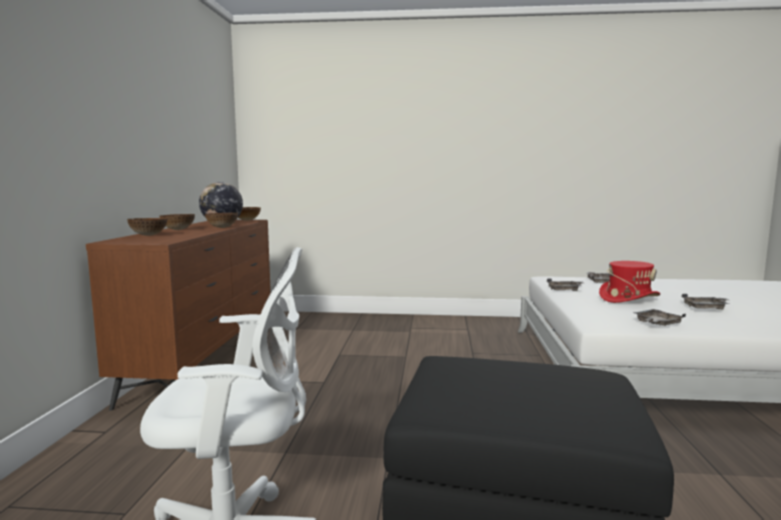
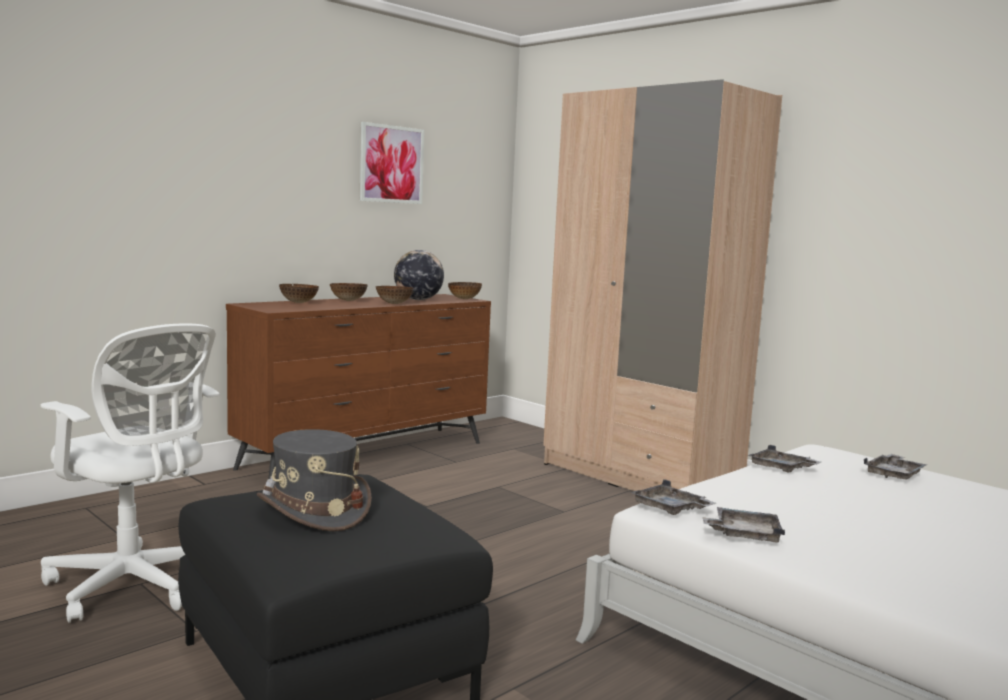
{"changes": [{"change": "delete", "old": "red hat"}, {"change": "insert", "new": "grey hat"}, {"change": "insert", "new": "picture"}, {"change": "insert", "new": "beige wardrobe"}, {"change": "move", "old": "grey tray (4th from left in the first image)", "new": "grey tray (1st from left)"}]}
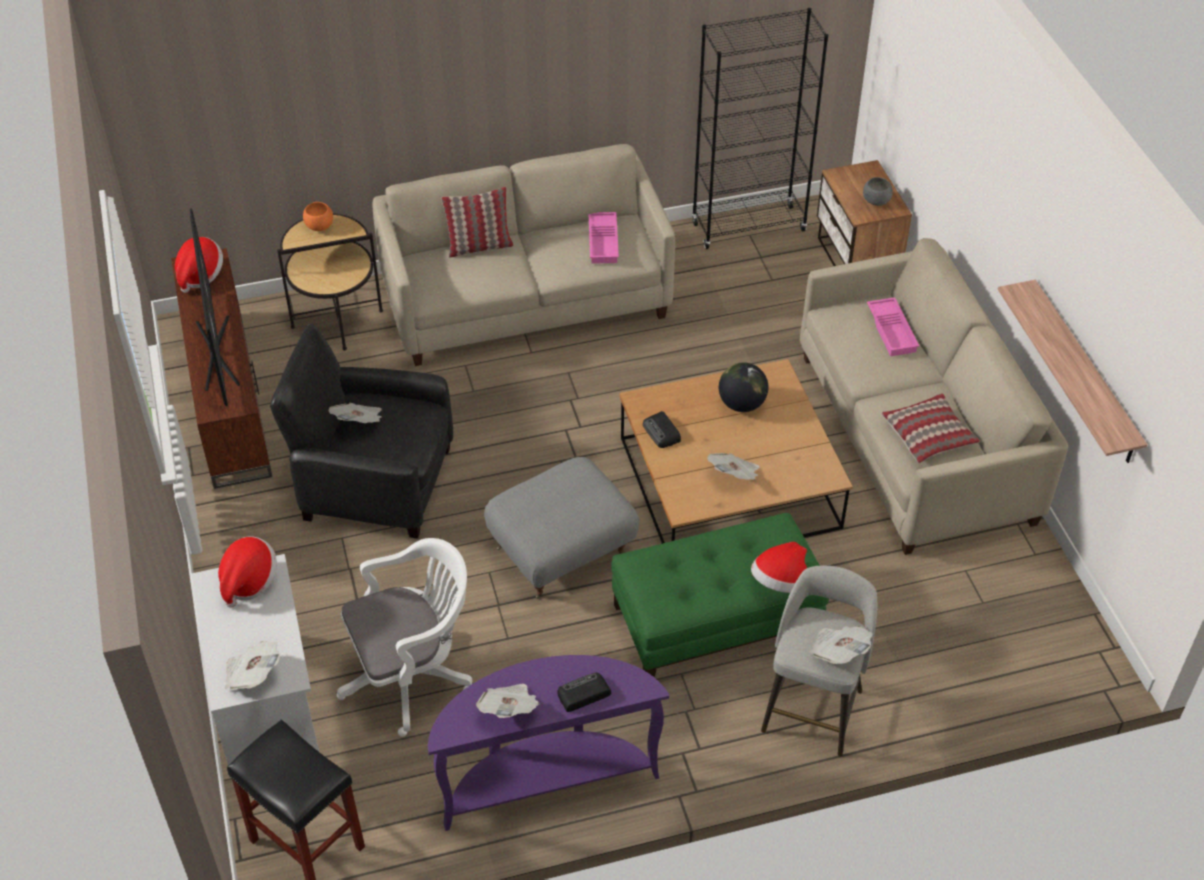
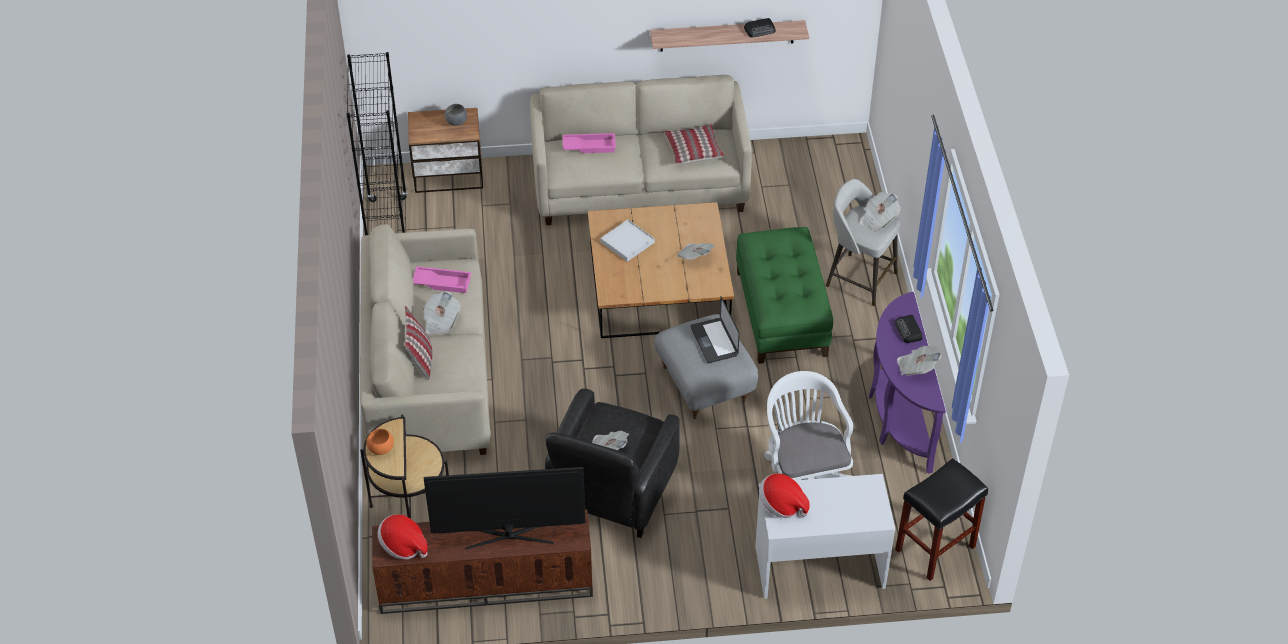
{"changes": [{"change": "delete", "old": "hat (3rd from left)"}, {"change": "insert", "new": "laptop"}, {"change": "move", "old": "newspaper (1st from left)"}, {"change": "move", "old": "radio (2nd from left in the first image)", "new": "radio (1st from left)"}, {"change": "replace", "old": "globe", "new": "white tray"}]}
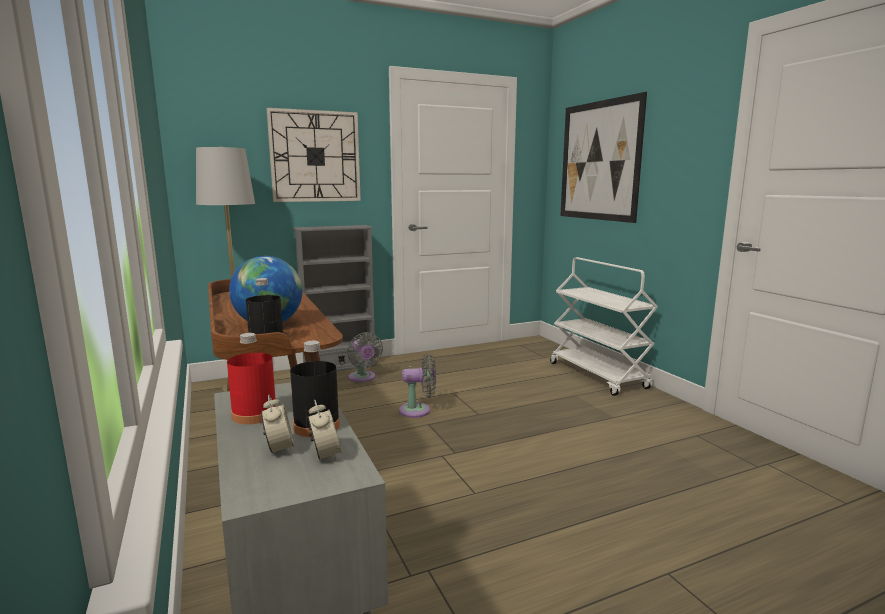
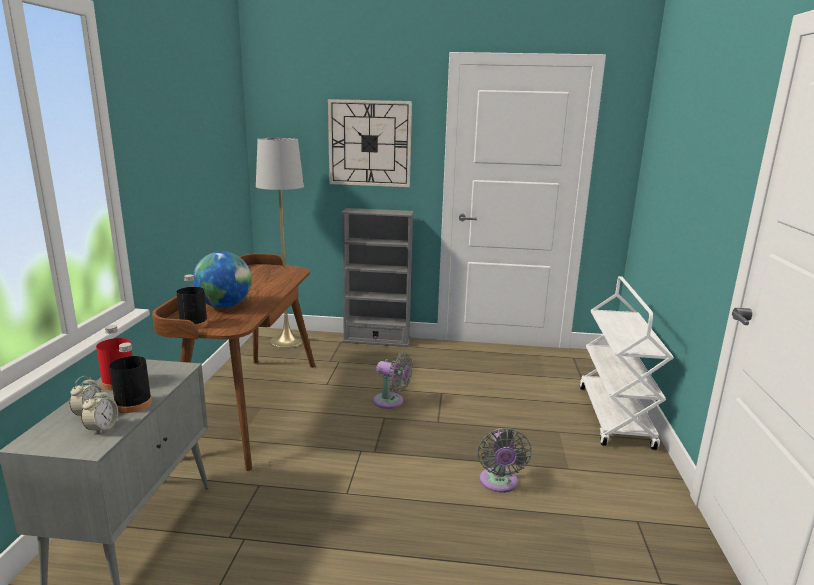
{"changes": [{"change": "delete", "old": "picture"}, {"change": "move", "old": "grey fan (1st from left in the first image)", "new": "grey fan (2nd from left)"}]}
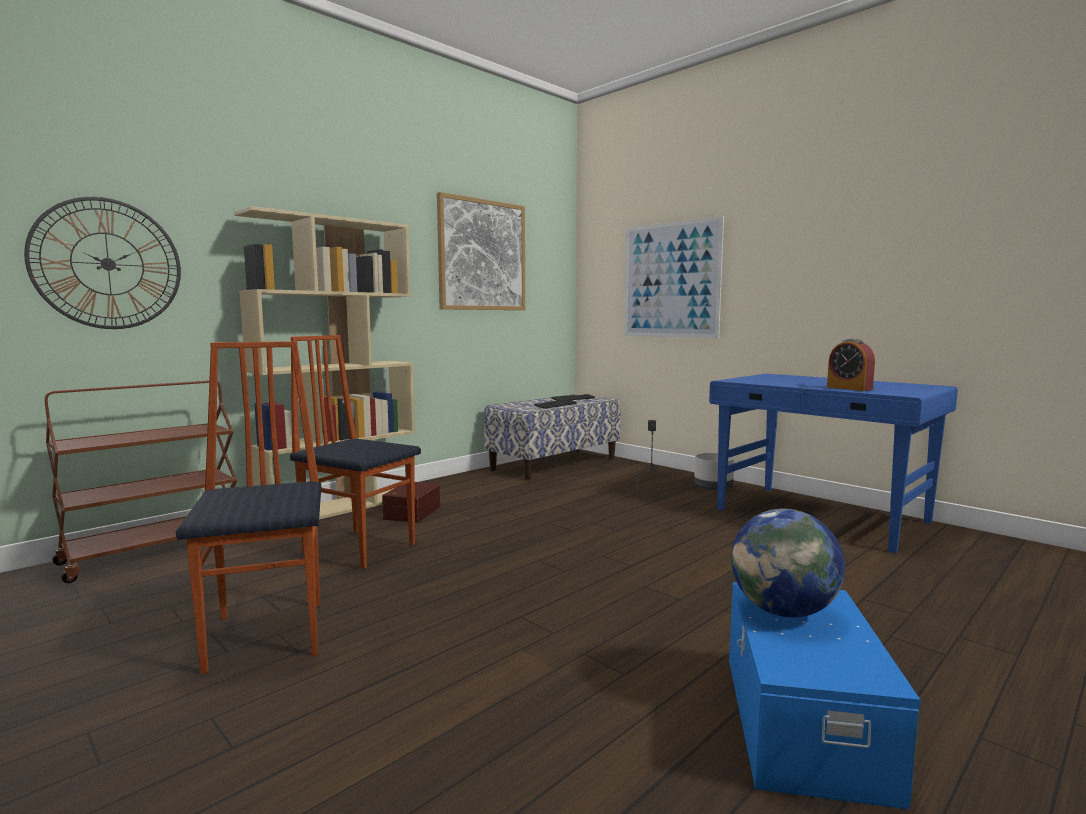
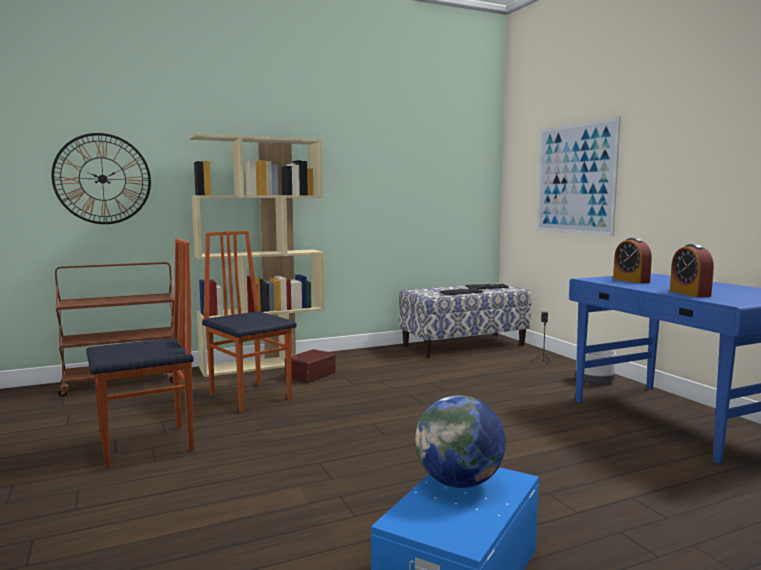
{"changes": [{"change": "delete", "old": "picture (1st from left)"}, {"change": "insert", "new": "alarm clock (1st from left)"}, {"change": "rotate", "old": "chair (1st from left)", "degrees": 60}]}
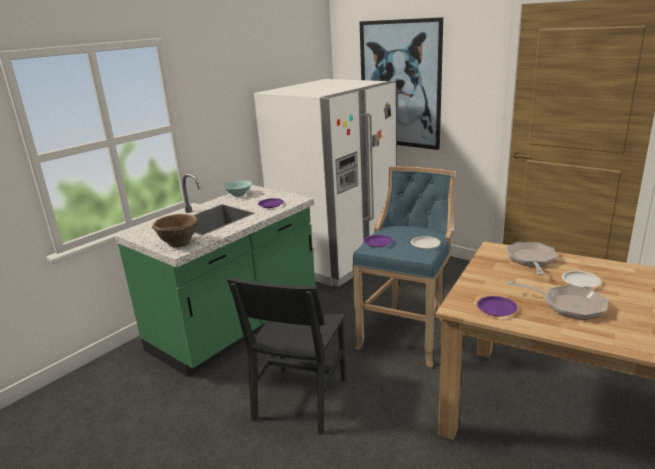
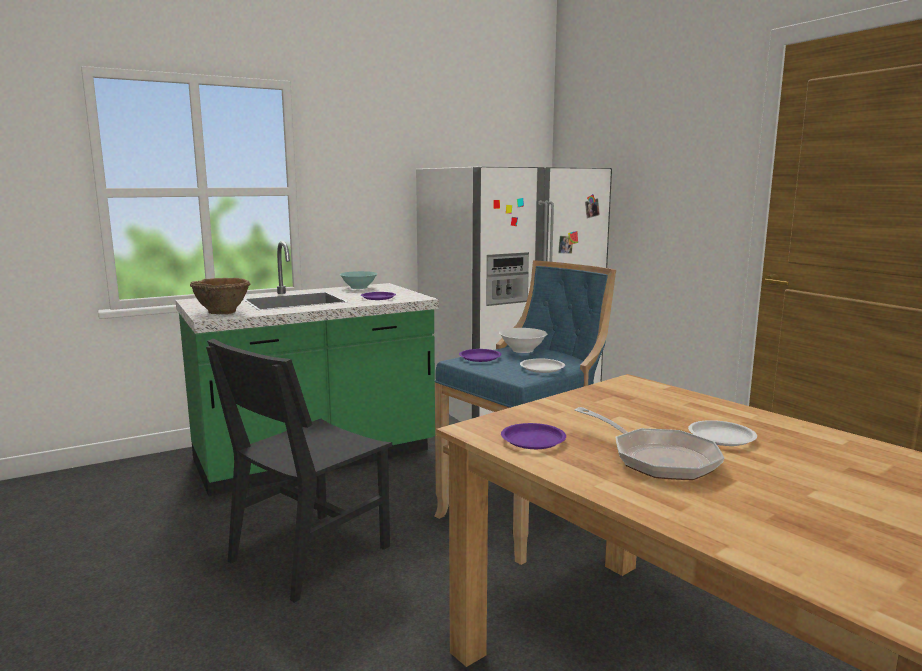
{"changes": [{"change": "delete", "old": "picture"}, {"change": "delete", "old": "frying pan (1st from left)"}, {"change": "insert", "new": "white bowl"}]}
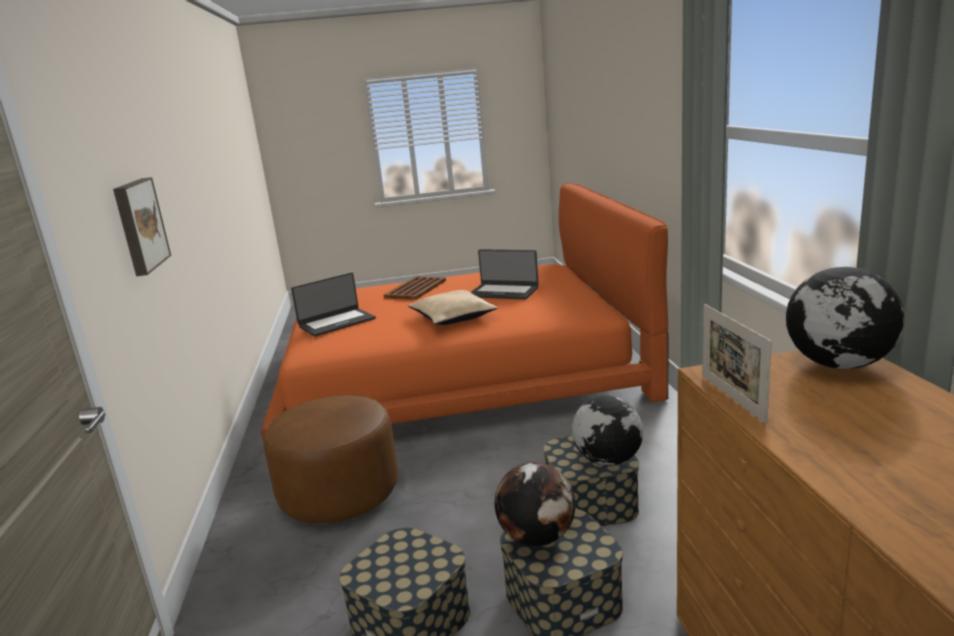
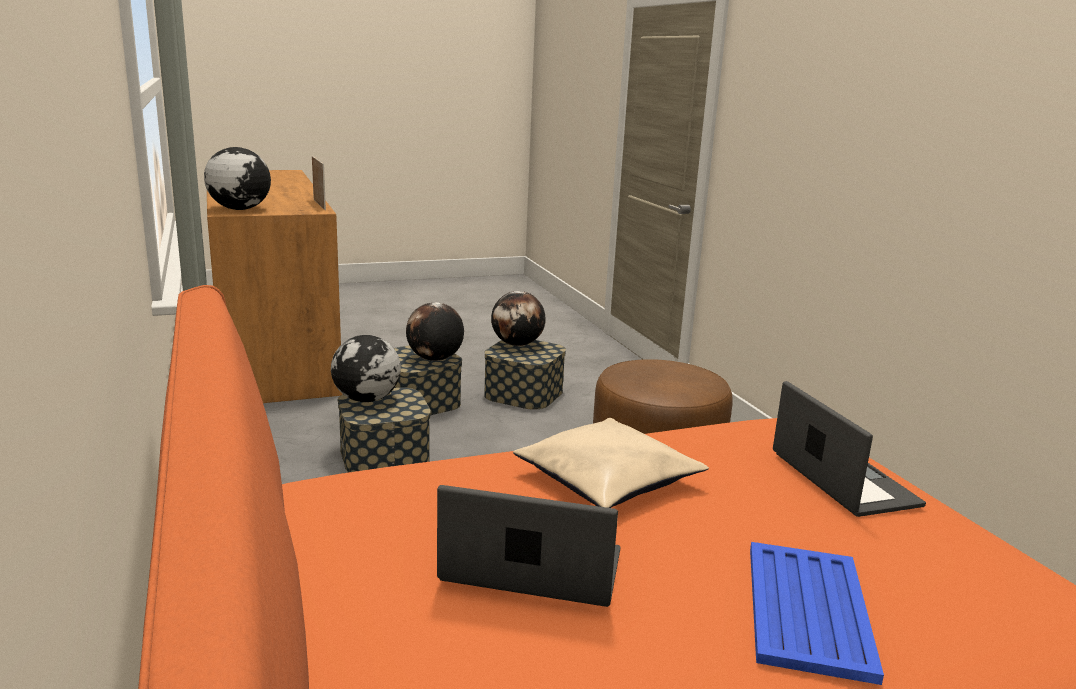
{"changes": [{"change": "delete", "old": "picture"}, {"change": "insert", "new": "globe (4th from left)"}, {"change": "recolor", "old": "brown tray", "new": "blue tray"}, {"change": "rotate", "old": "laptop (1st from left in the first image)", "degrees": 120}]}
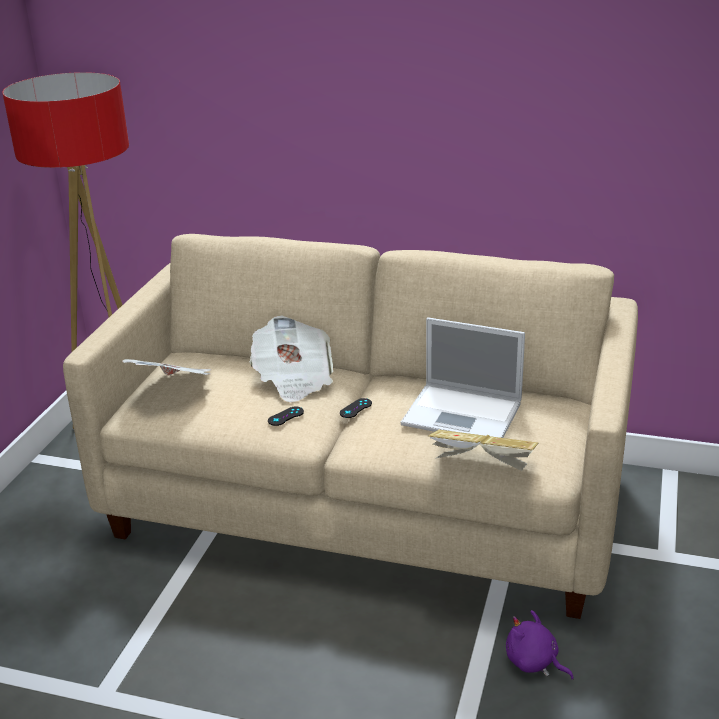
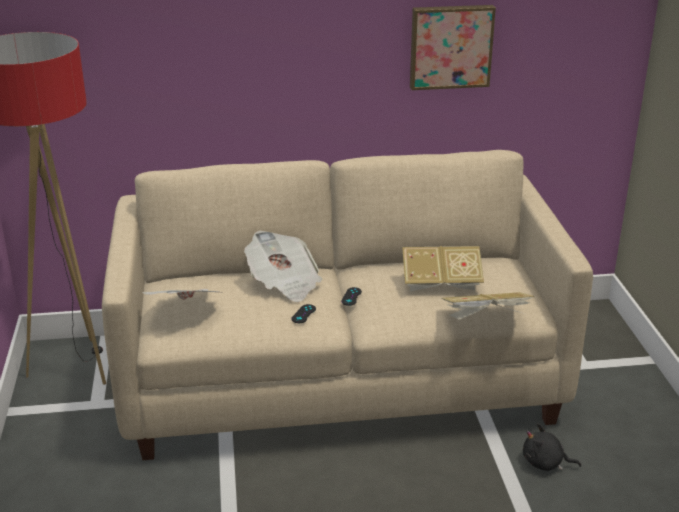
{"changes": [{"change": "insert", "new": "picture"}, {"change": "replace", "old": "laptop", "new": "book (1st from left)"}, {"change": "recolor", "old": "purple plush toy", "new": "black plush toy"}]}
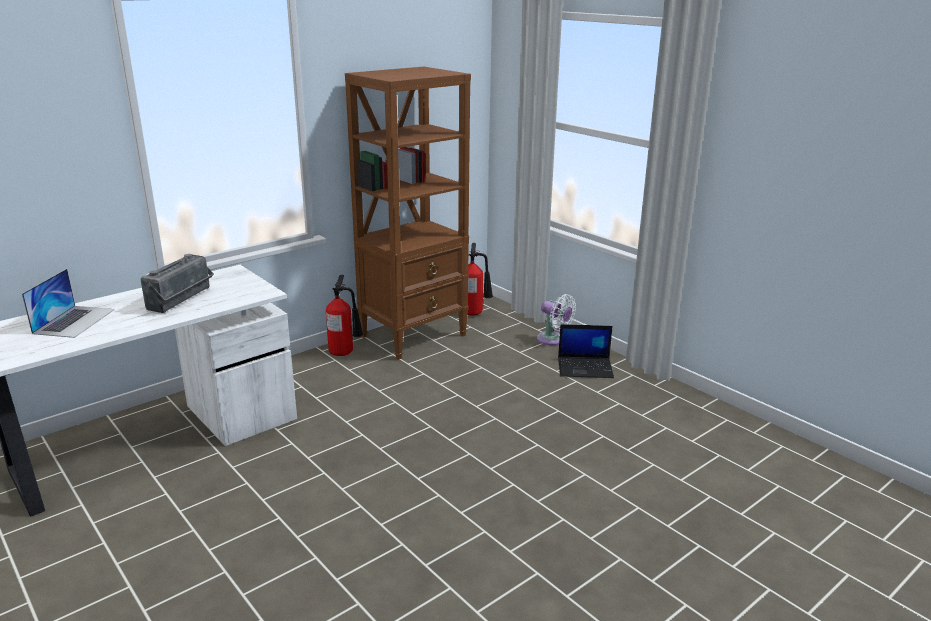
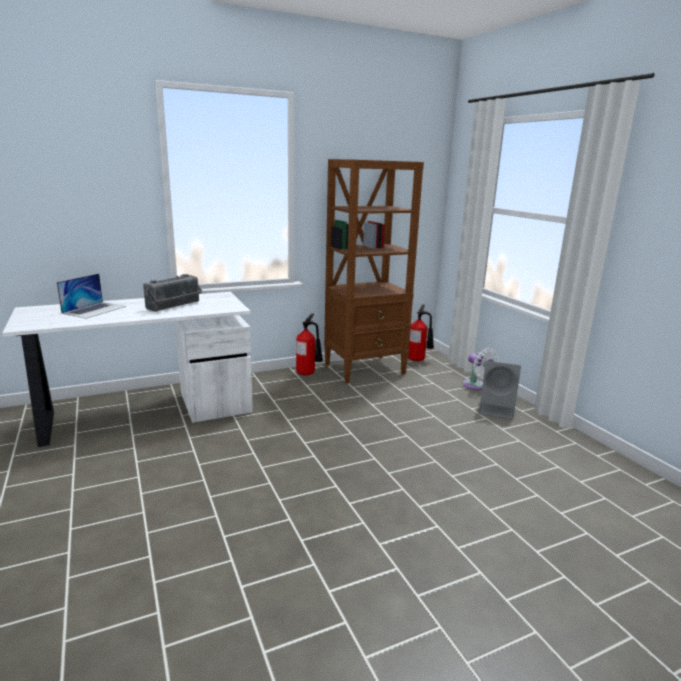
{"changes": [{"change": "replace", "old": "laptop (2nd from left)", "new": "grey speaker"}]}
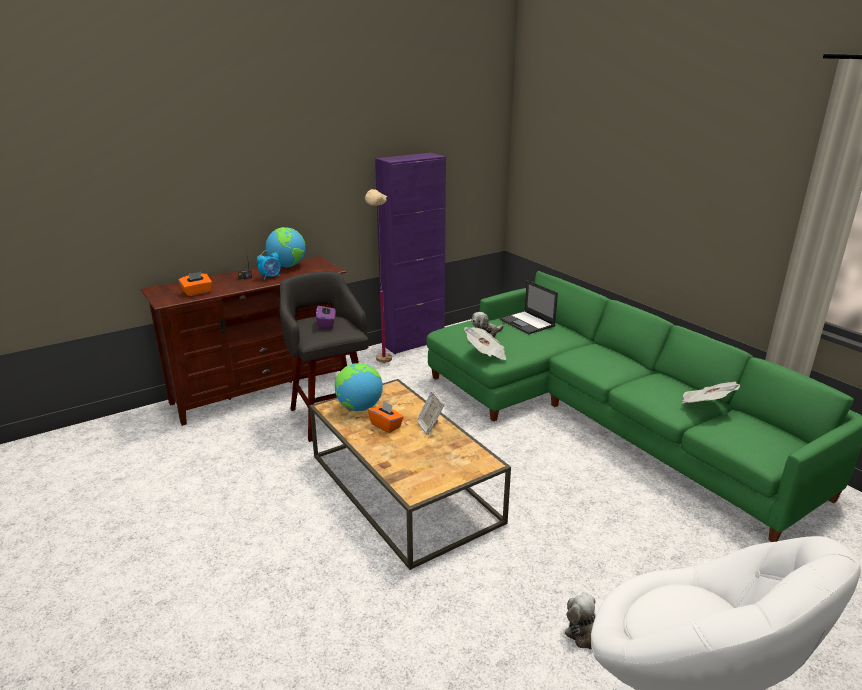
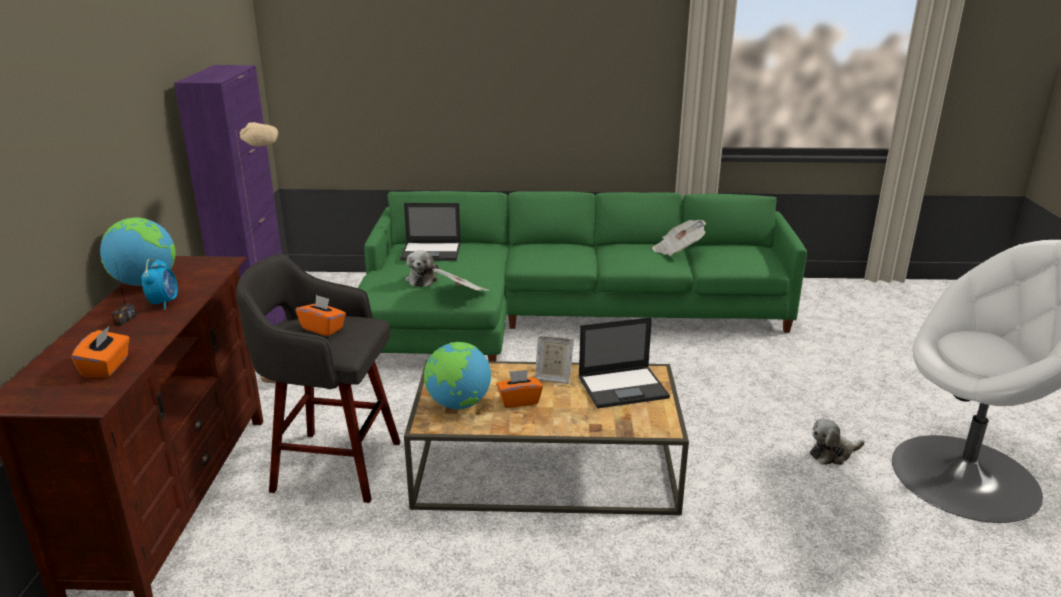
{"changes": [{"change": "insert", "new": "laptop (2nd from left)"}, {"change": "recolor", "old": "purple tissue box", "new": "orange tissue box (2nd from left)"}]}
